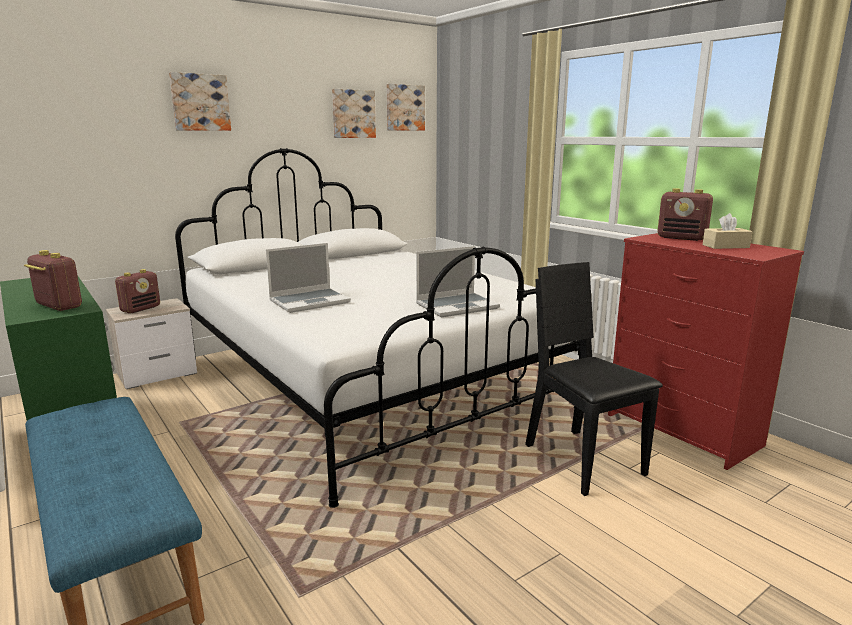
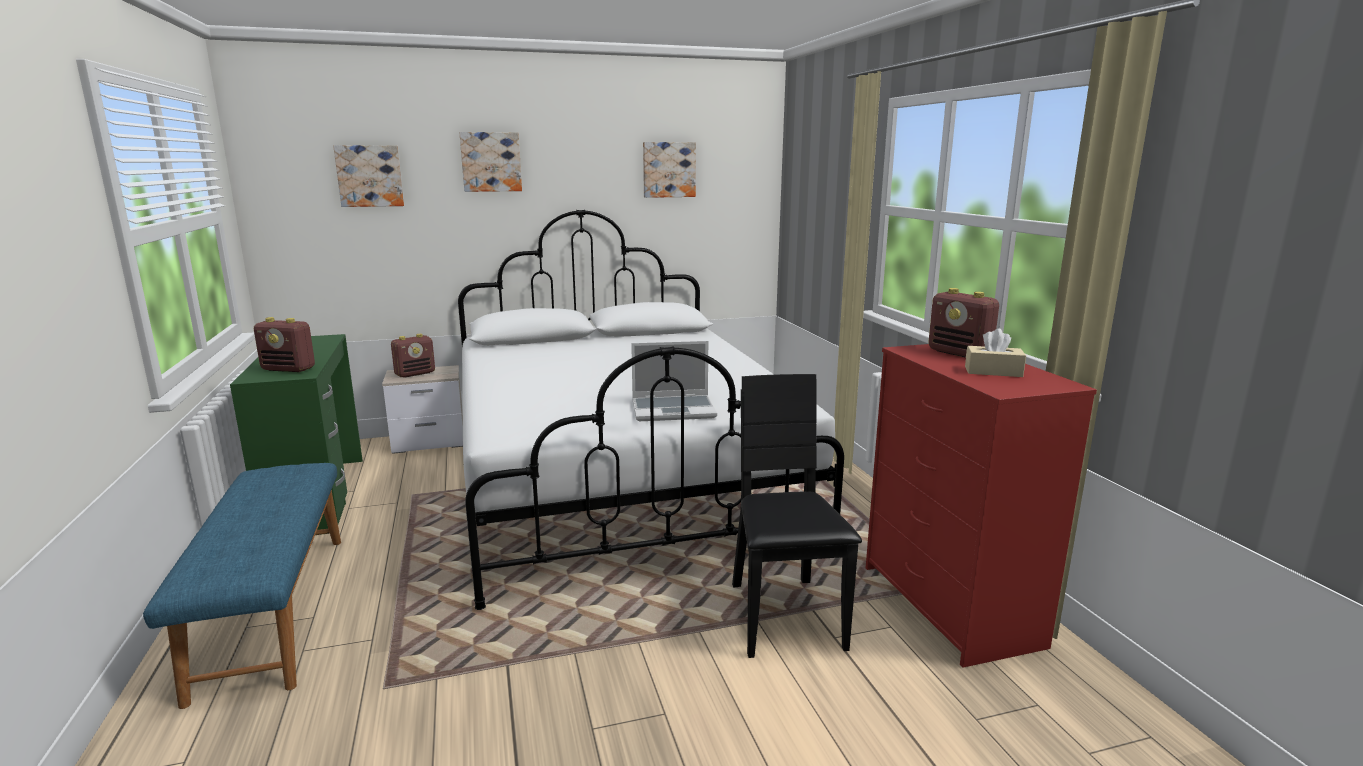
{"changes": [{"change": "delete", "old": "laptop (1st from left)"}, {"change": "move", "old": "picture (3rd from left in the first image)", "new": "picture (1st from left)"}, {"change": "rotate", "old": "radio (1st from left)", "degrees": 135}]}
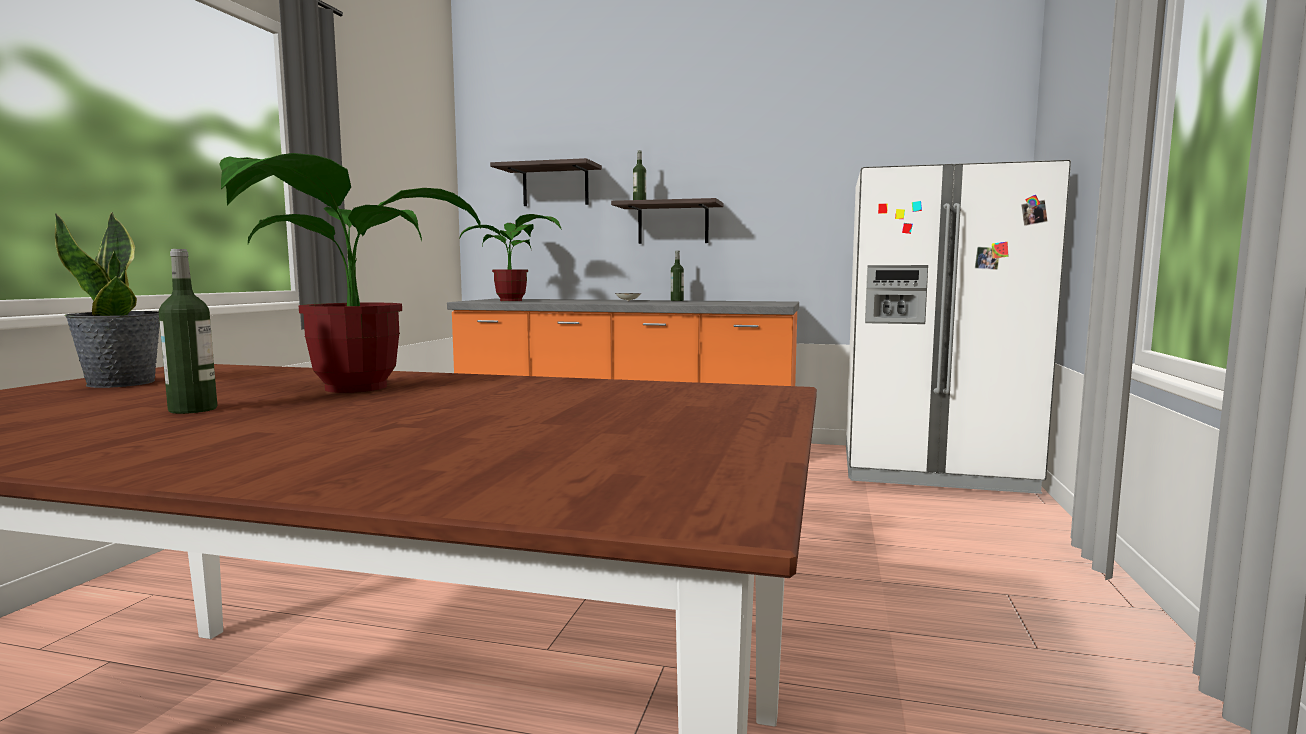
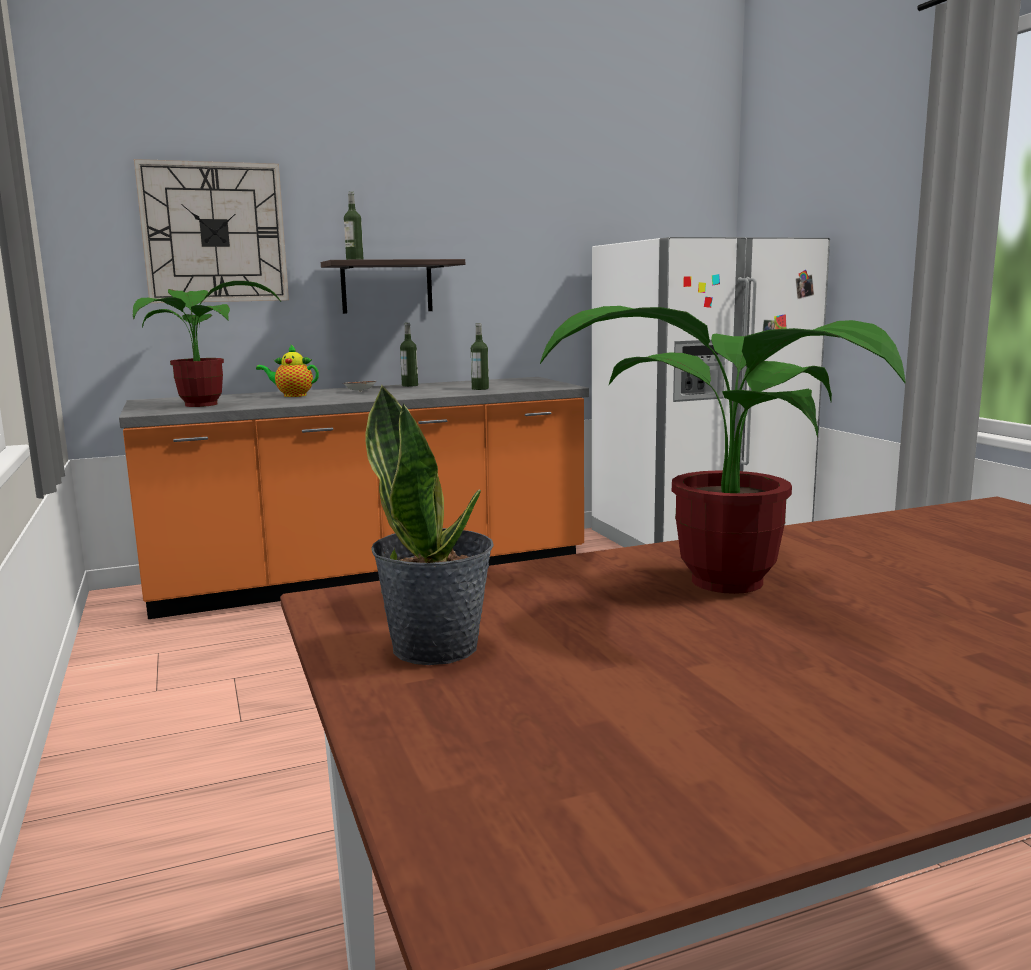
{"changes": [{"change": "insert", "new": "teapot"}, {"change": "move", "old": "bottle (1st from left in the first image)", "new": "bottle (3rd from left)"}, {"change": "replace", "old": "shelf (1st from left)", "new": "wall clock"}]}
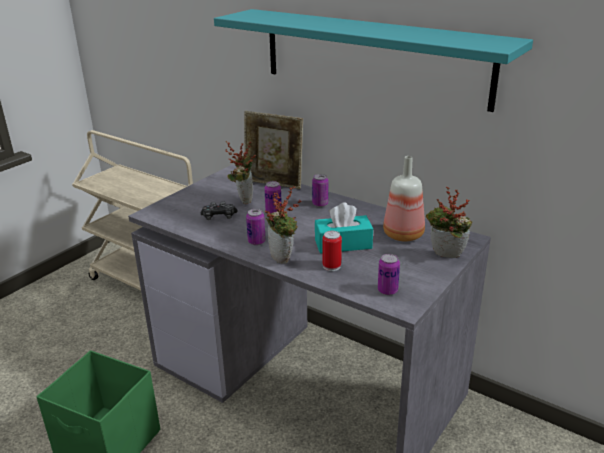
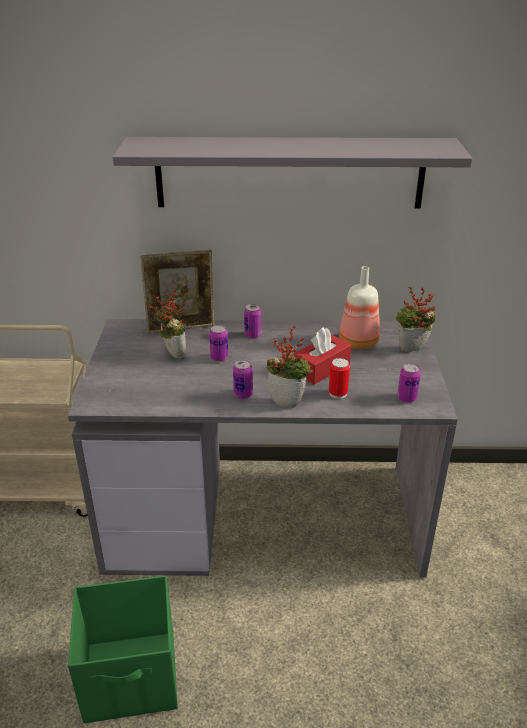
{"changes": [{"change": "delete", "old": "game controller"}, {"change": "recolor", "old": "turquoise shelf", "new": "grey shelf"}, {"change": "recolor", "old": "turquoise tissue box", "new": "red tissue box"}]}
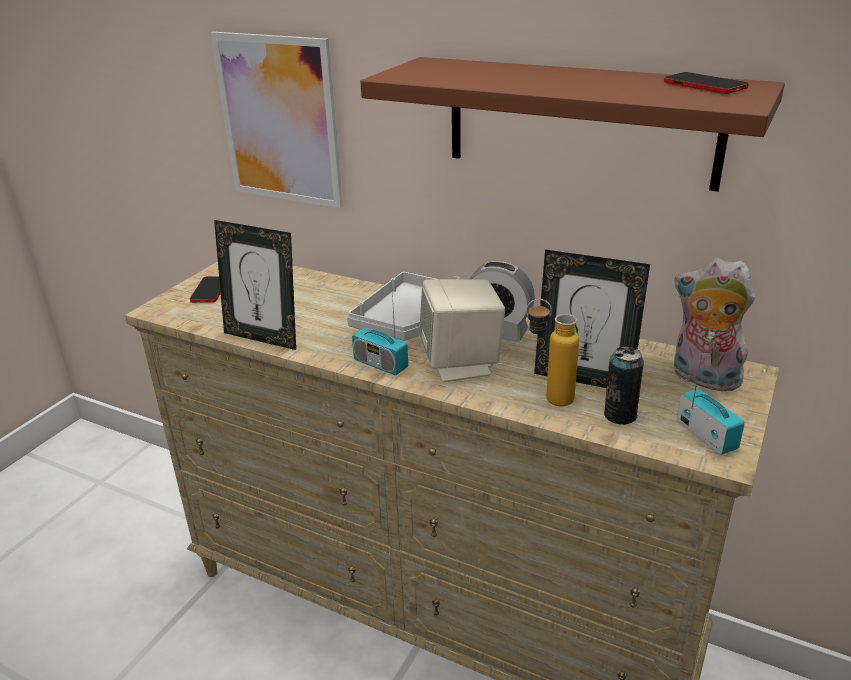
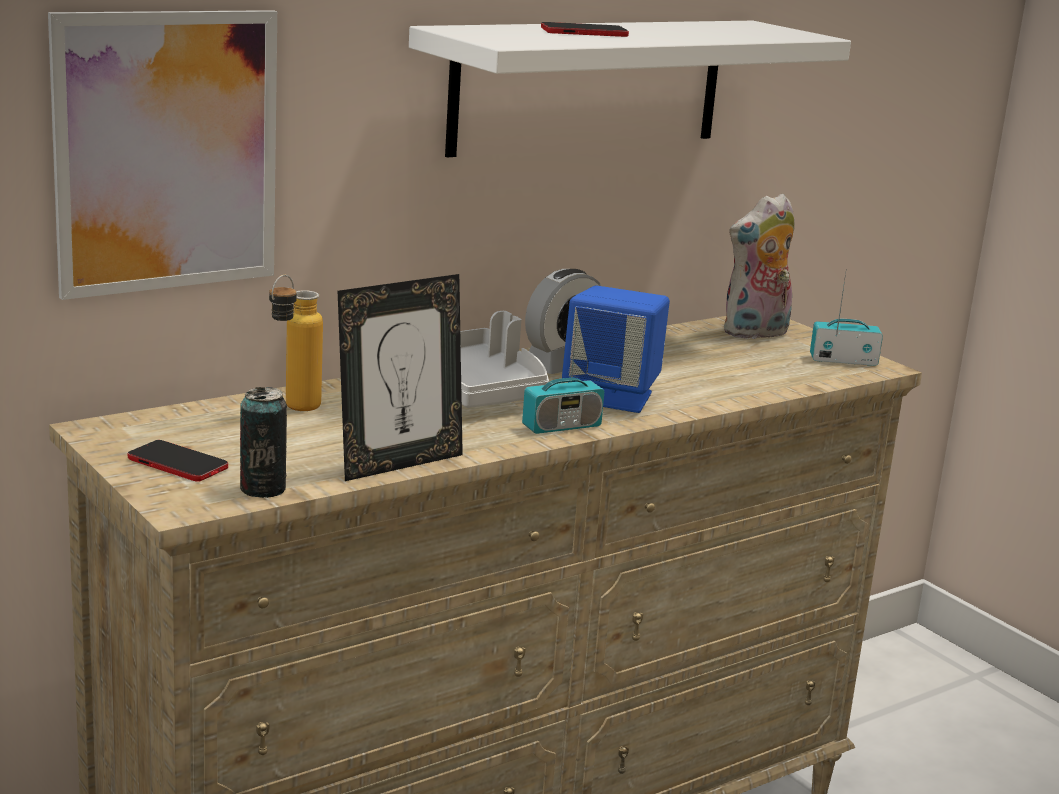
{"changes": [{"change": "delete", "old": "picture frame (2nd from left)"}, {"change": "move", "old": "bottle"}, {"change": "move", "old": "can"}, {"change": "move", "old": "phone (2nd from left)"}, {"change": "recolor", "old": "brown shelf", "new": "white shelf"}, {"change": "recolor", "old": "beige speaker", "new": "blue speaker"}]}
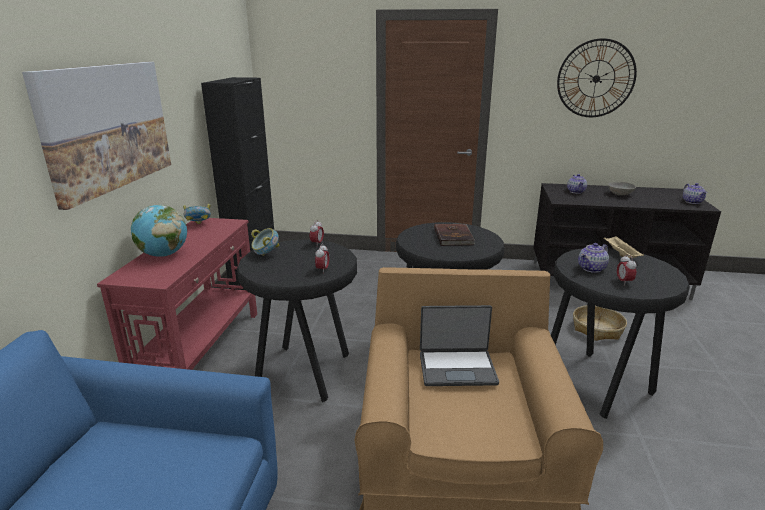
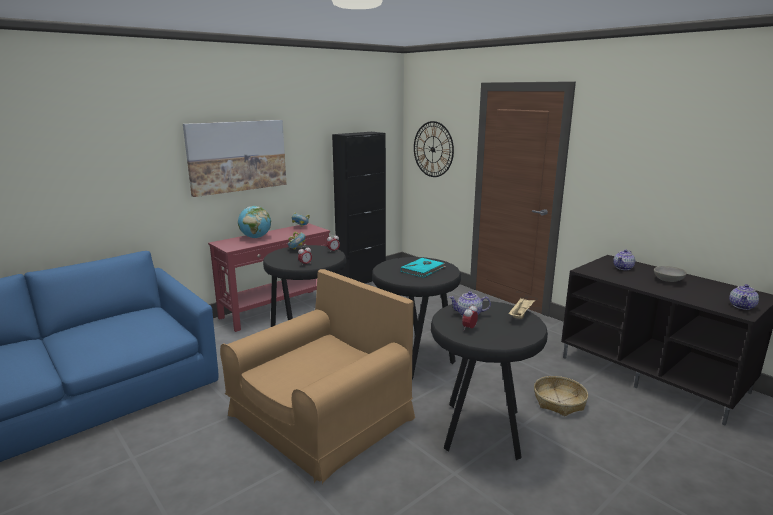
{"changes": [{"change": "delete", "old": "laptop"}, {"change": "move", "old": "wall clock"}, {"change": "recolor", "old": "brown book", "new": "turquoise book"}]}
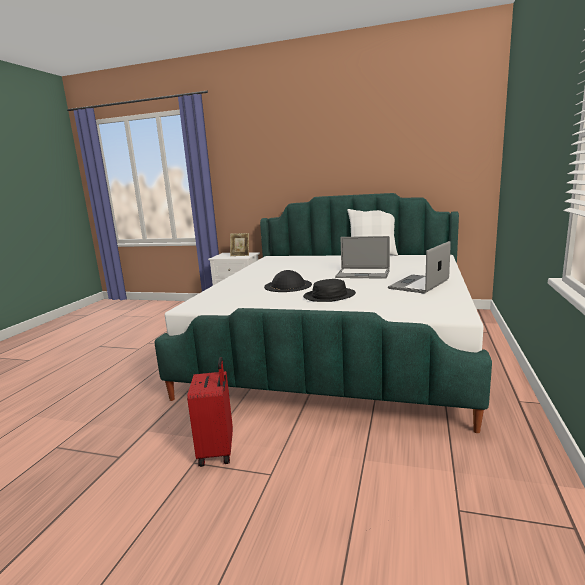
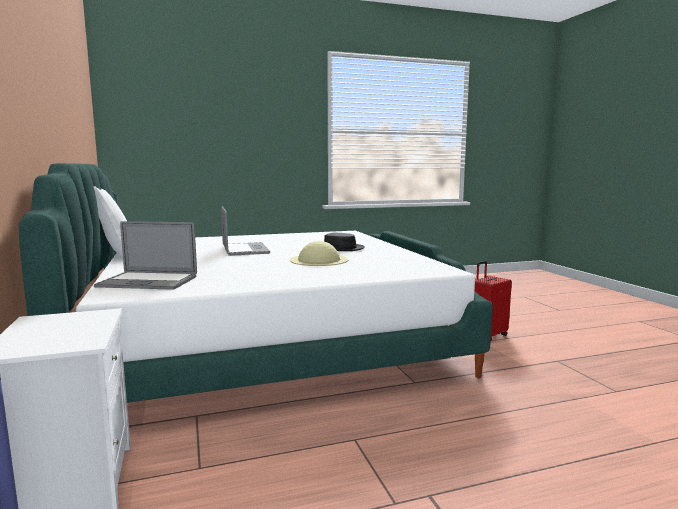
{"changes": [{"change": "delete", "old": "picture frame"}, {"change": "move", "old": "laptop (2nd from left in the first image)", "new": "laptop (1st from left)"}, {"change": "recolor", "old": "black hat (1st from left)", "new": "beige hat"}]}
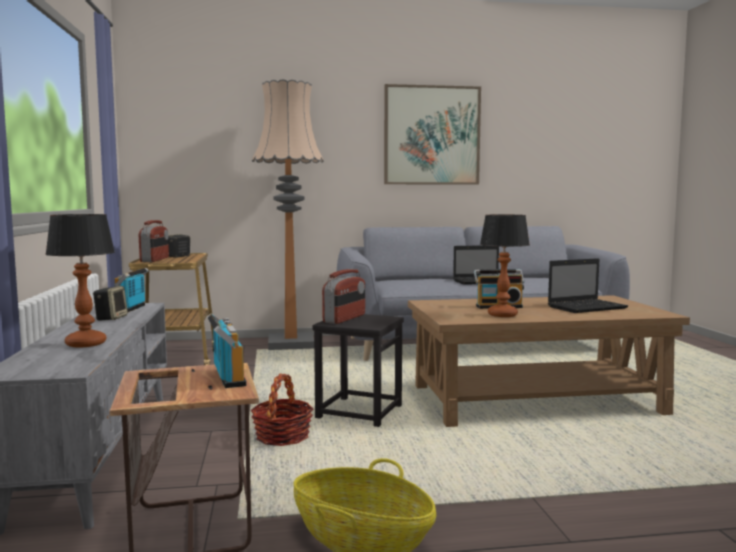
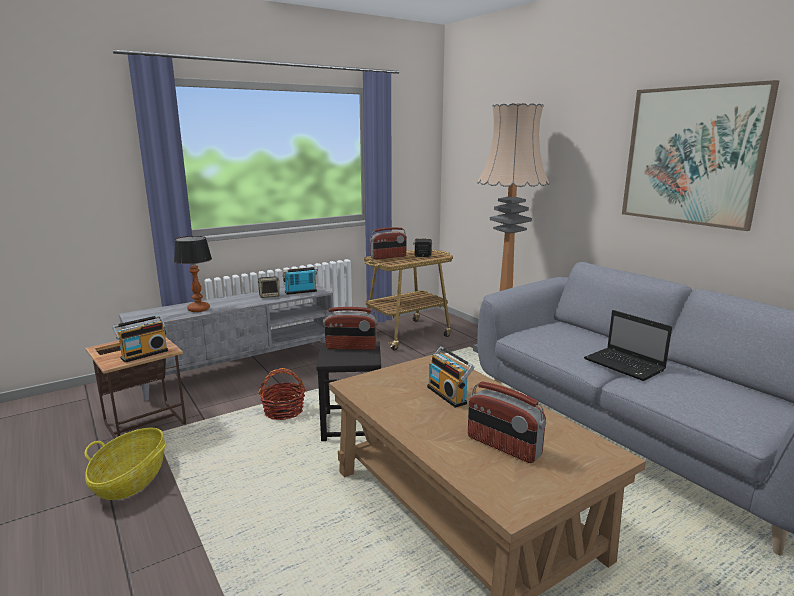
{"changes": [{"change": "delete", "old": "table lamp (2nd from left)"}, {"change": "replace", "old": "laptop (2nd from left)", "new": "radio (6th from left)"}]}
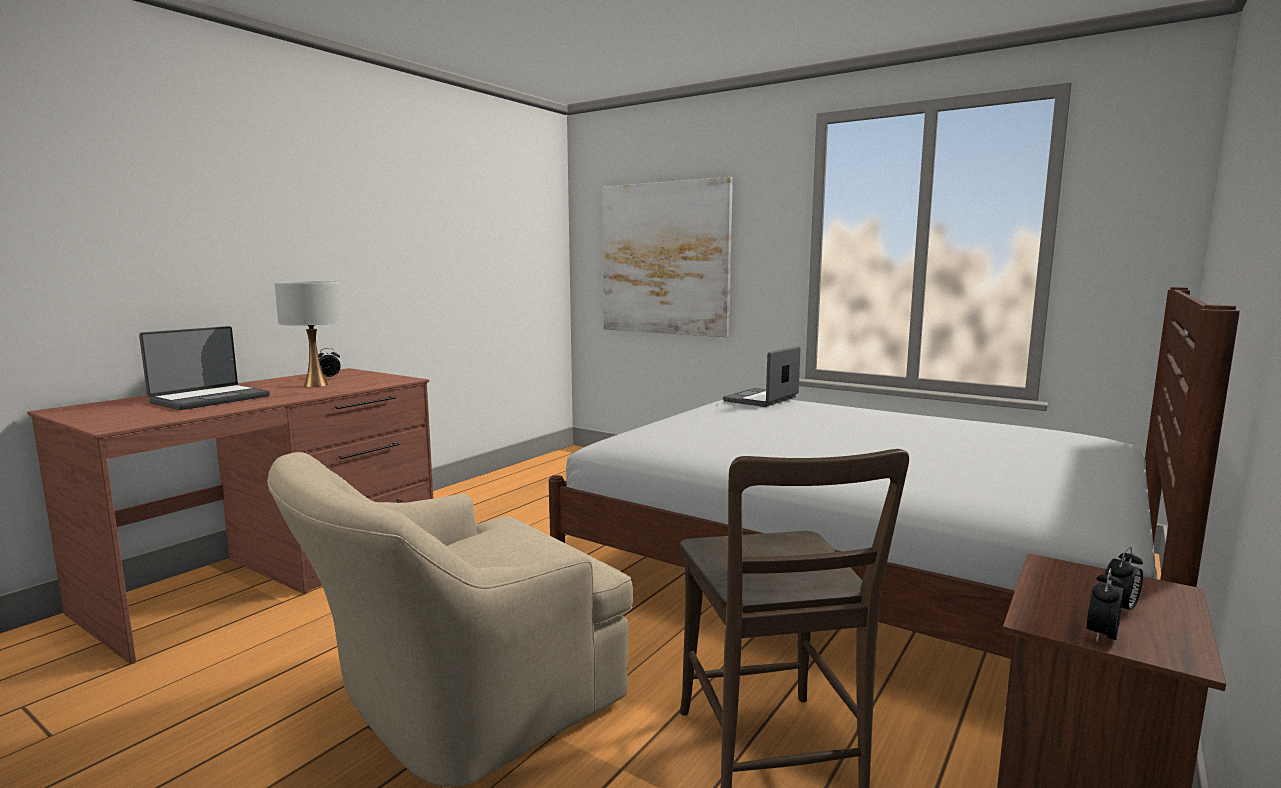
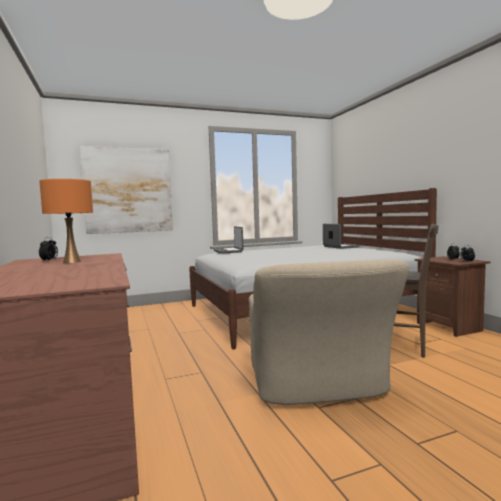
{"changes": [{"change": "move", "old": "laptop (1st from left in the first image)", "new": "laptop (2nd from left)"}, {"change": "recolor", "old": "white table lamp", "new": "orange table lamp"}]}
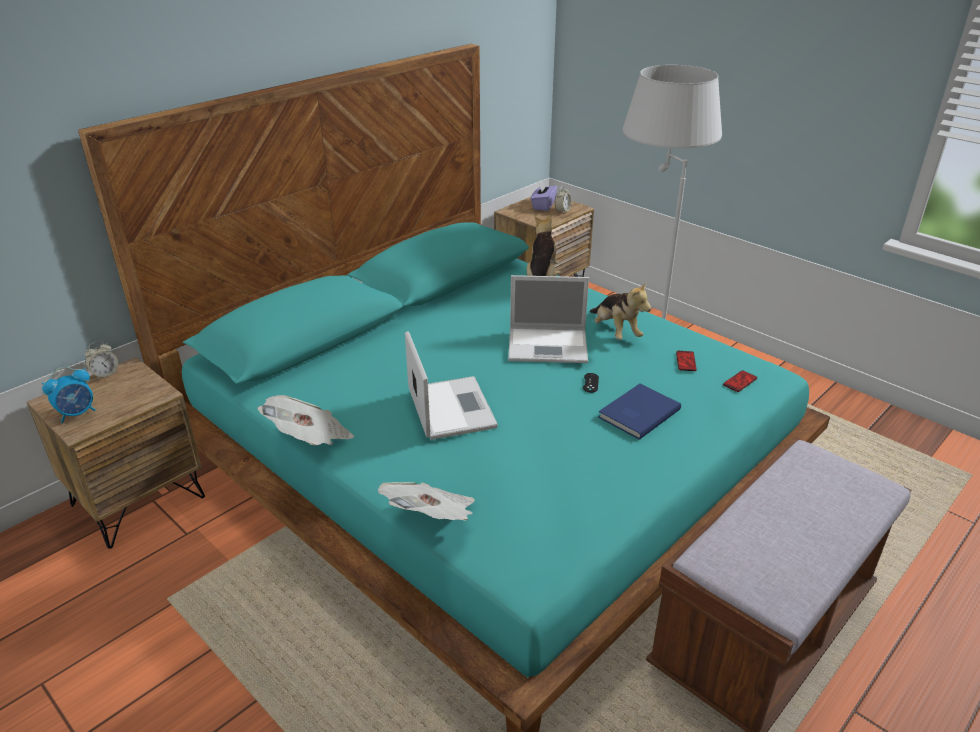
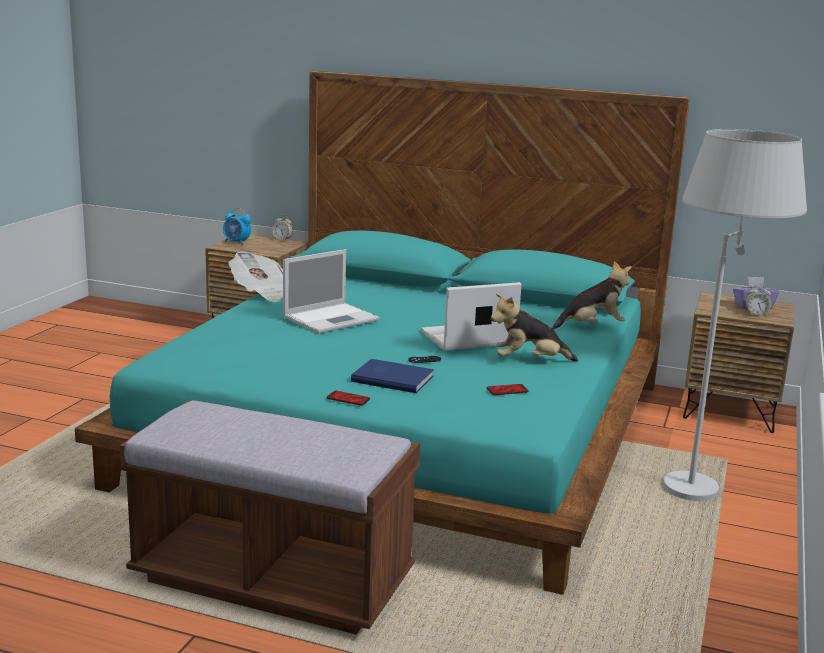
{"changes": [{"change": "delete", "old": "newspaper (2nd from left)"}, {"change": "move", "old": "phone (2nd from left in the first image)", "new": "phone (1st from left)"}, {"change": "rotate", "old": "laptop (2nd from left)", "degrees": 90}, {"change": "rotate", "old": "plush toy (2nd from left in the first image)", "degrees": 45}]}
